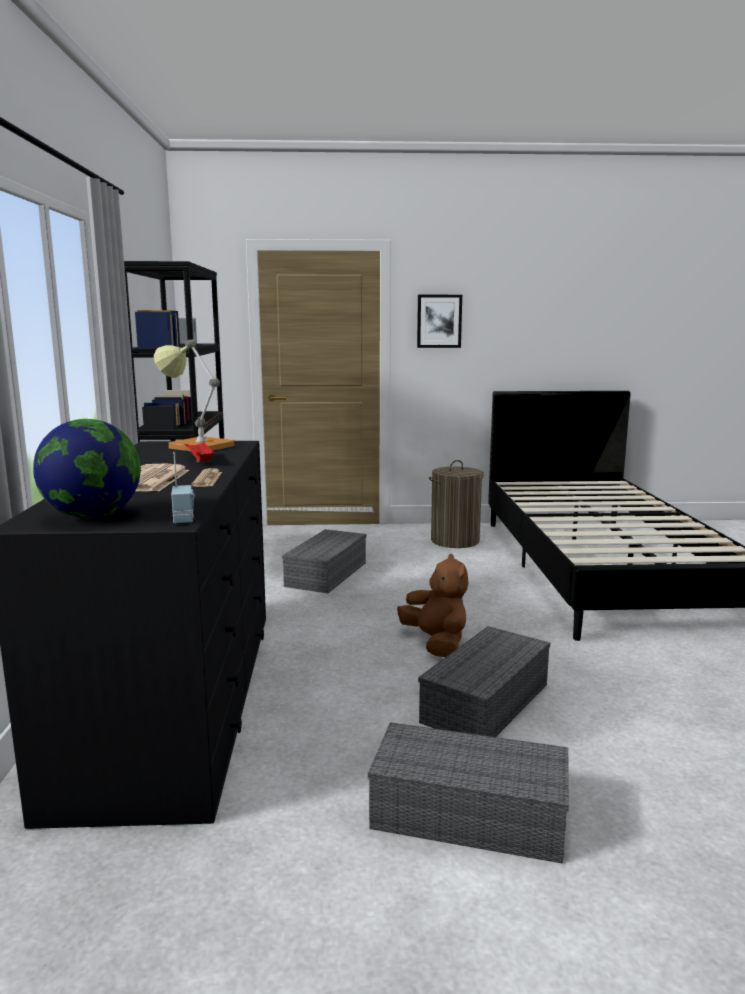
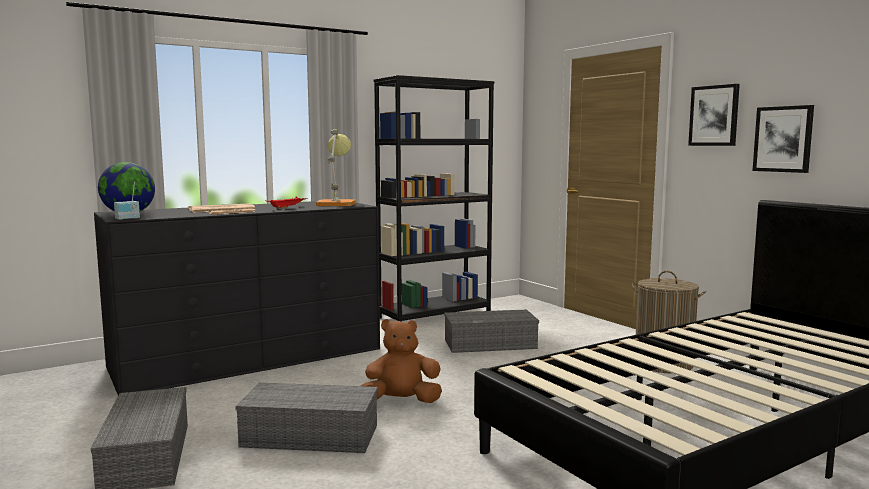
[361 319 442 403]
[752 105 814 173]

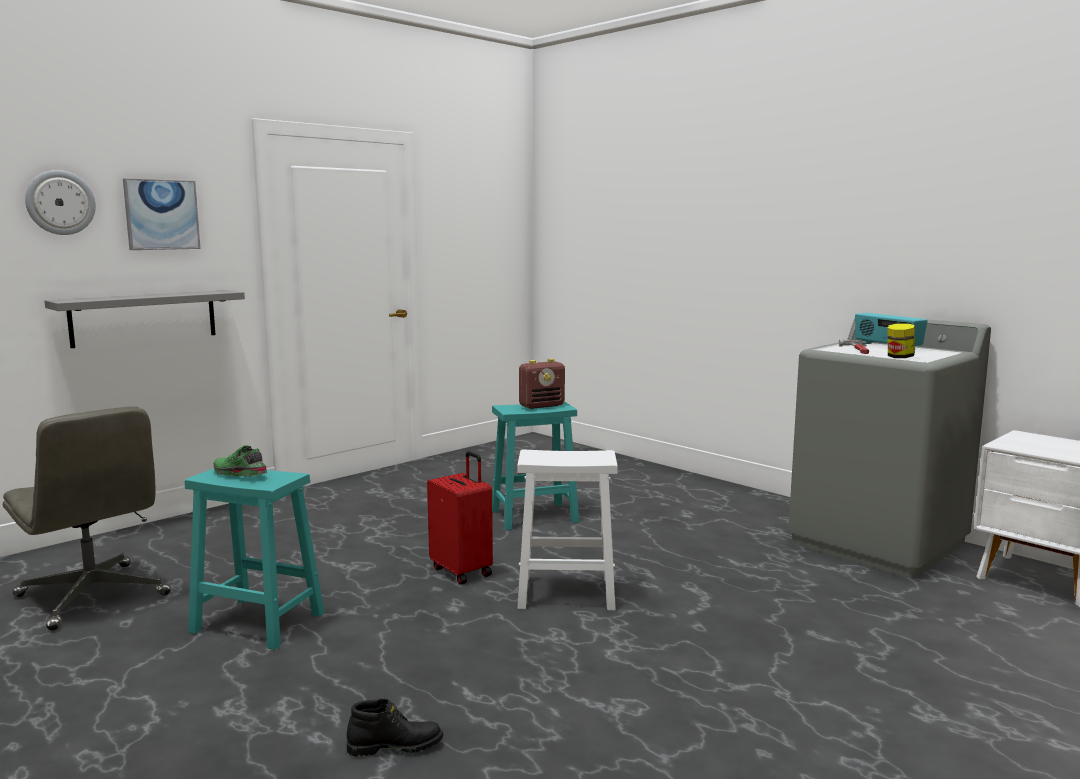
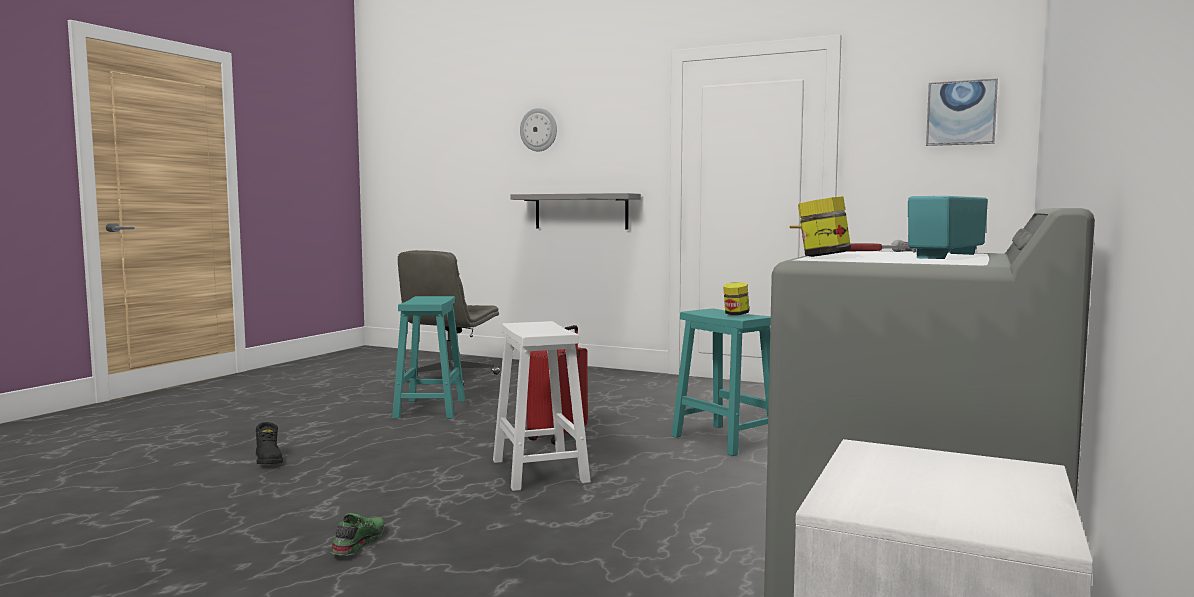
[926 78 998 146]
[723 282 749 315]
[330 513 384 556]

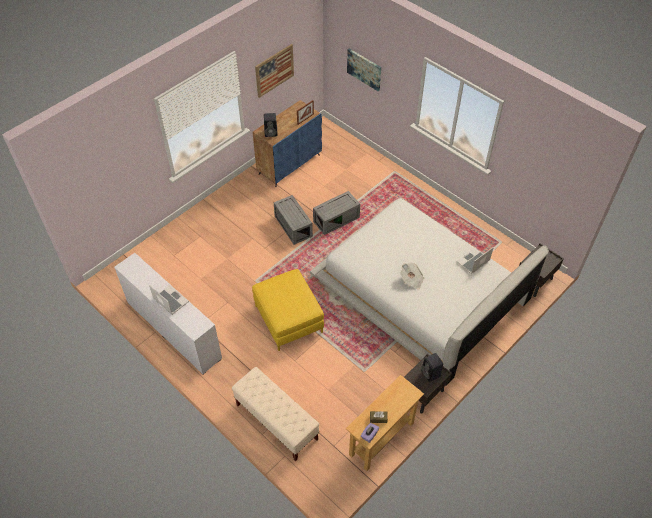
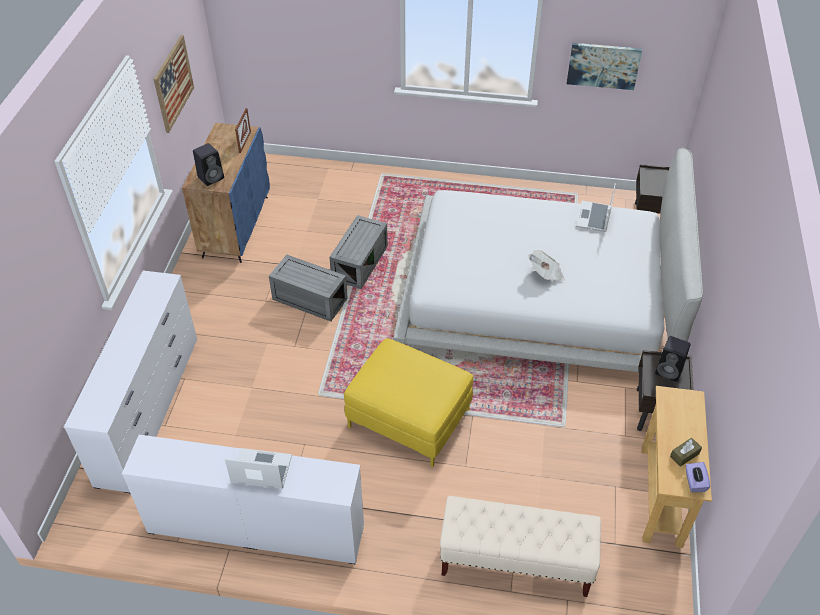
[567 43 642 90]
[64 271 197 493]

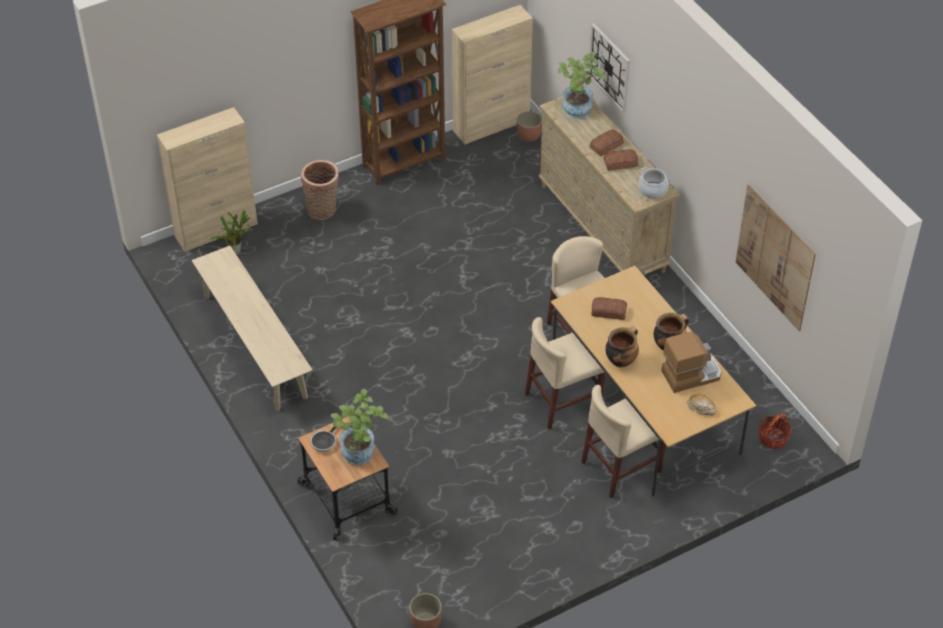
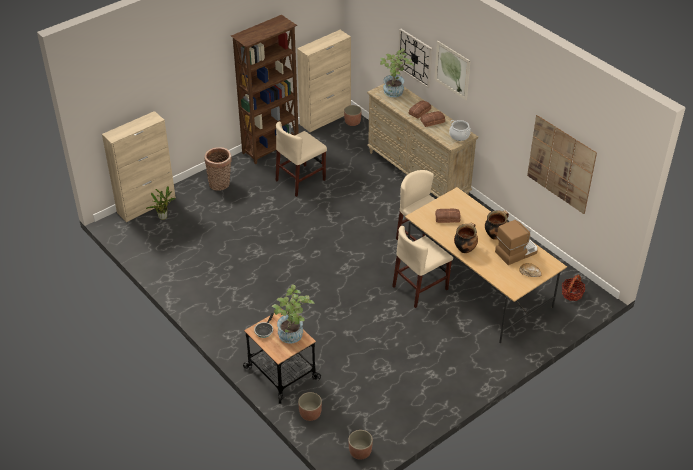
[192 246 313 411] (first image)
[276 121 327 197]
[434 41 470 101]
[298 392 322 421]

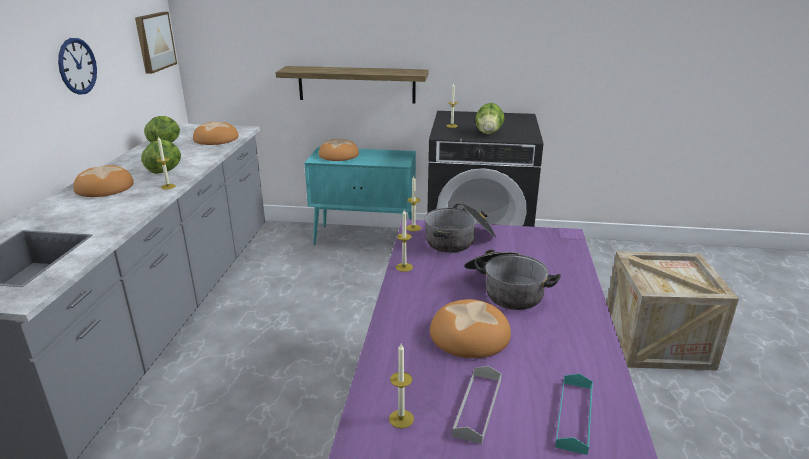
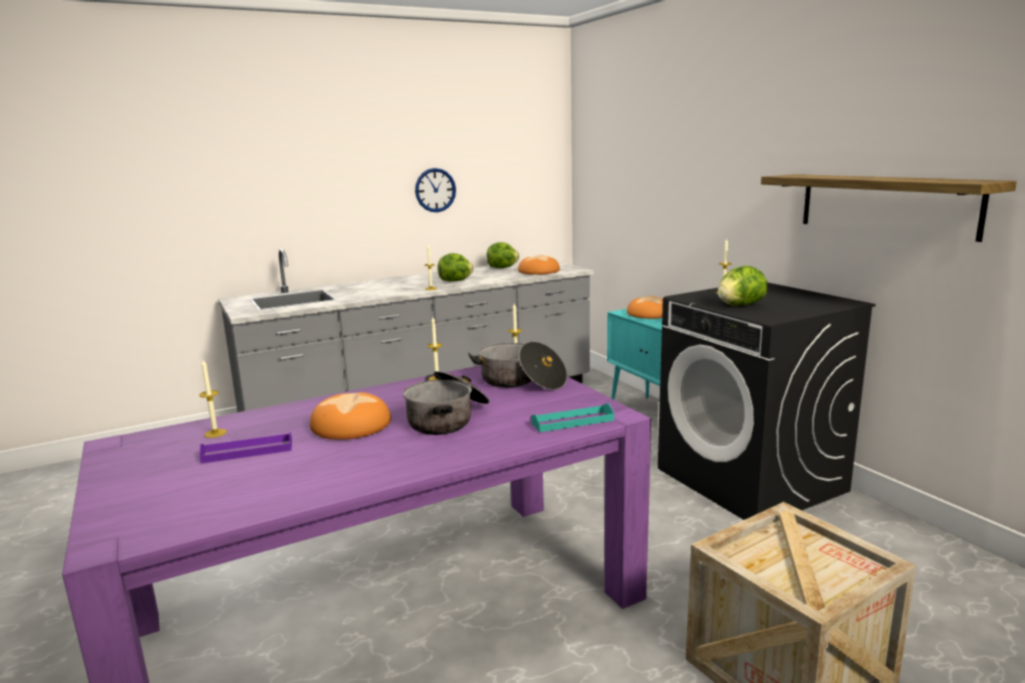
[135 12 177 74] (first image)
[761 174 1017 242]
[73 165 134 197] (first image)
[199 432 292 463]
[531 403 614 432]

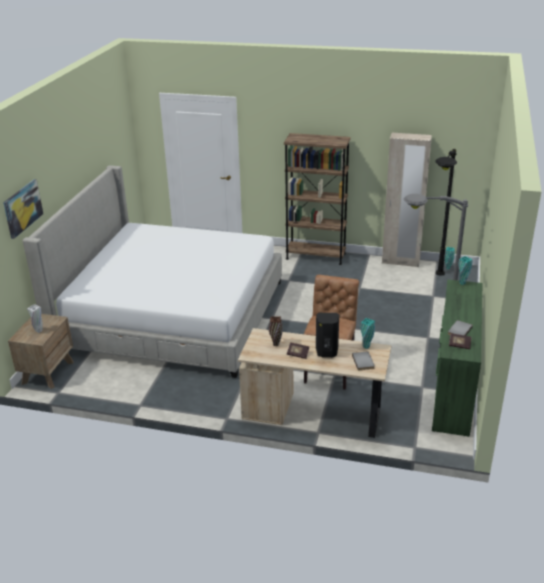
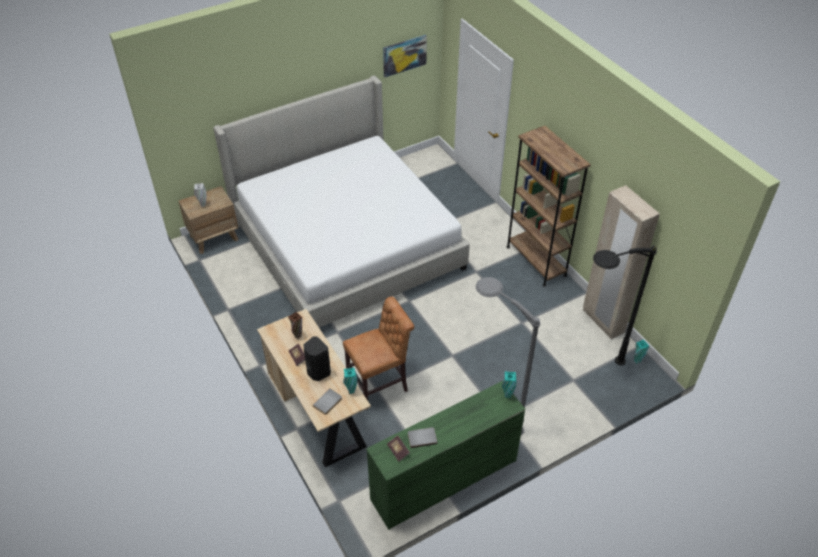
[383 35 427 77]

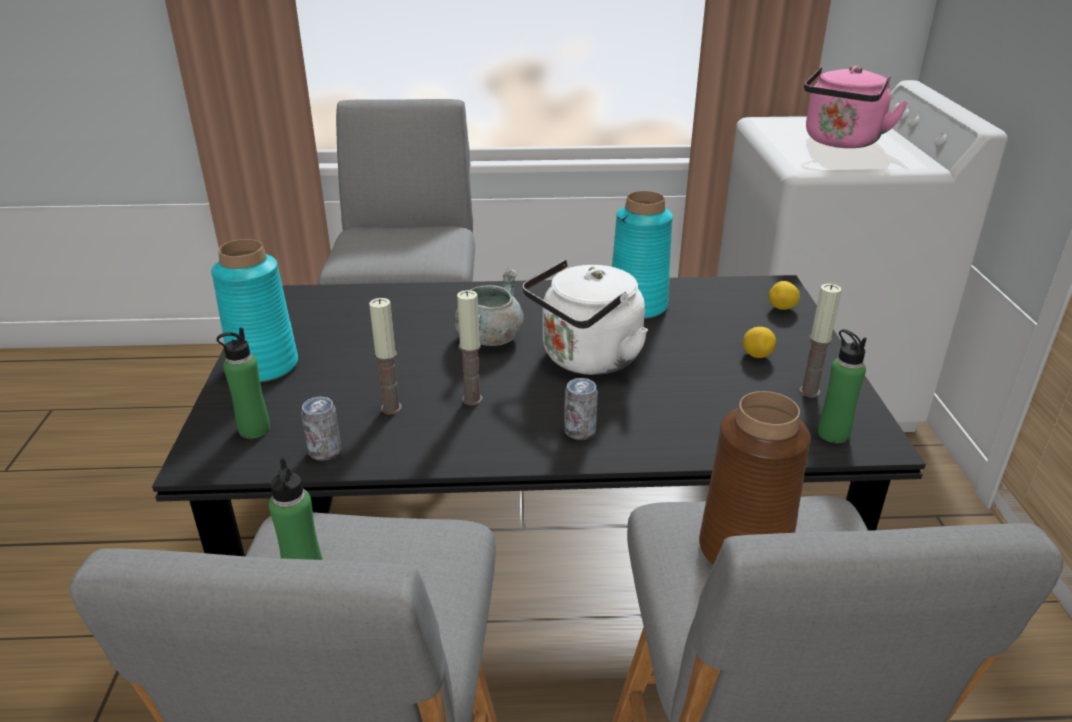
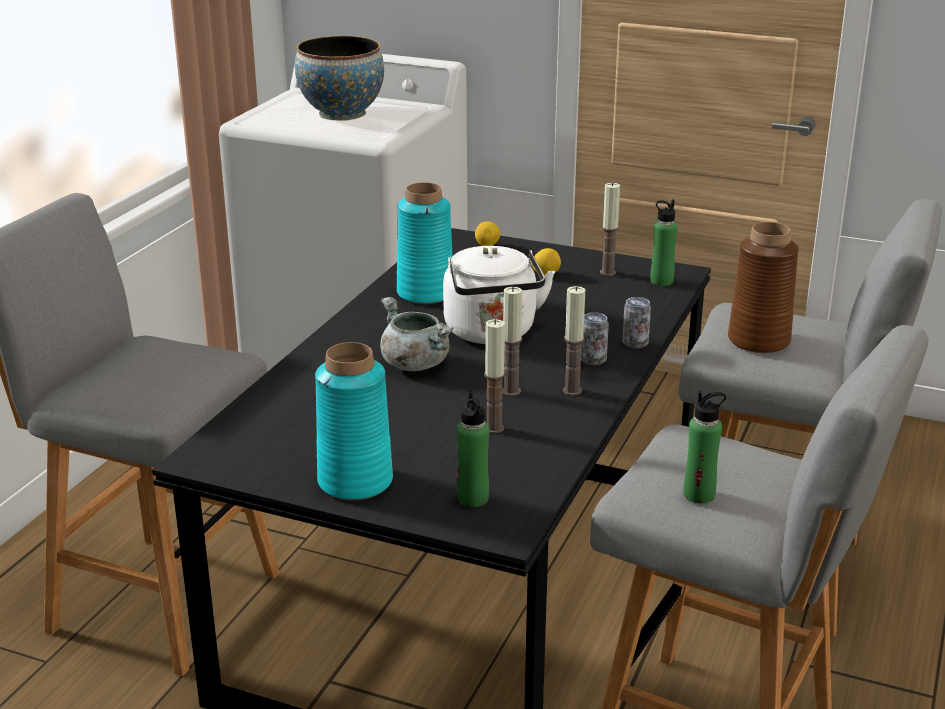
[295 36 384 120]
[622 297 651 348]
[563 286 585 396]

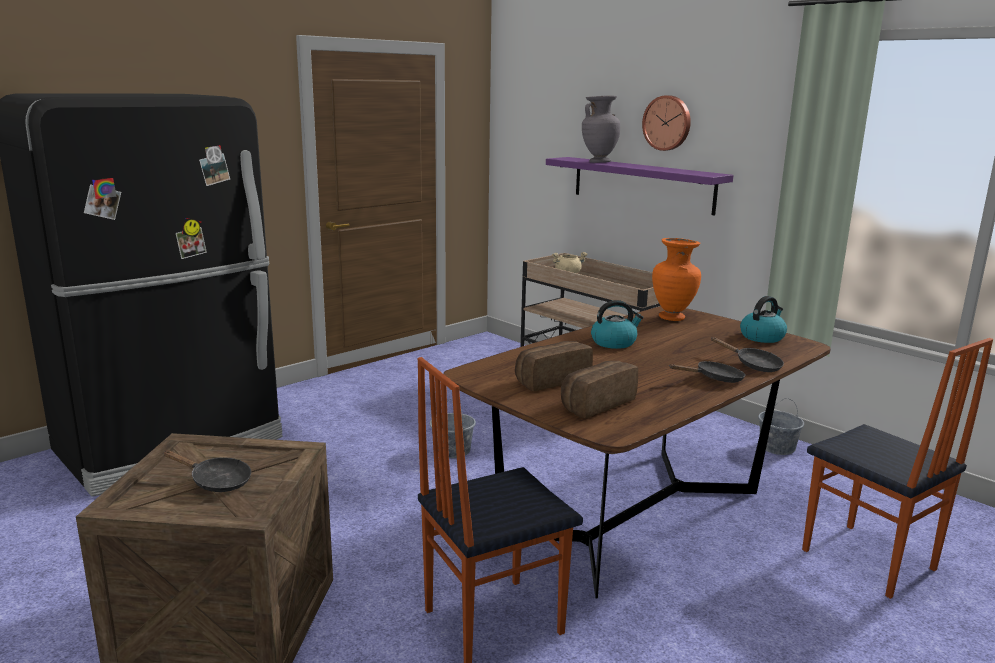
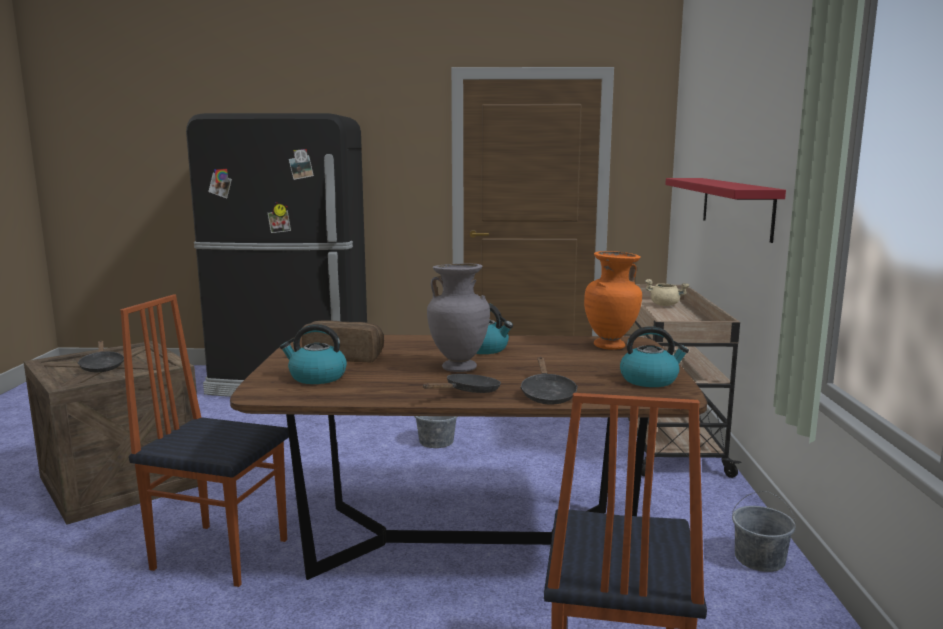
[642 95 691 151] (first image)
[427 263 490 372]
[665 178 786 243]
[280 324 347 384]
[422 374 501 393]

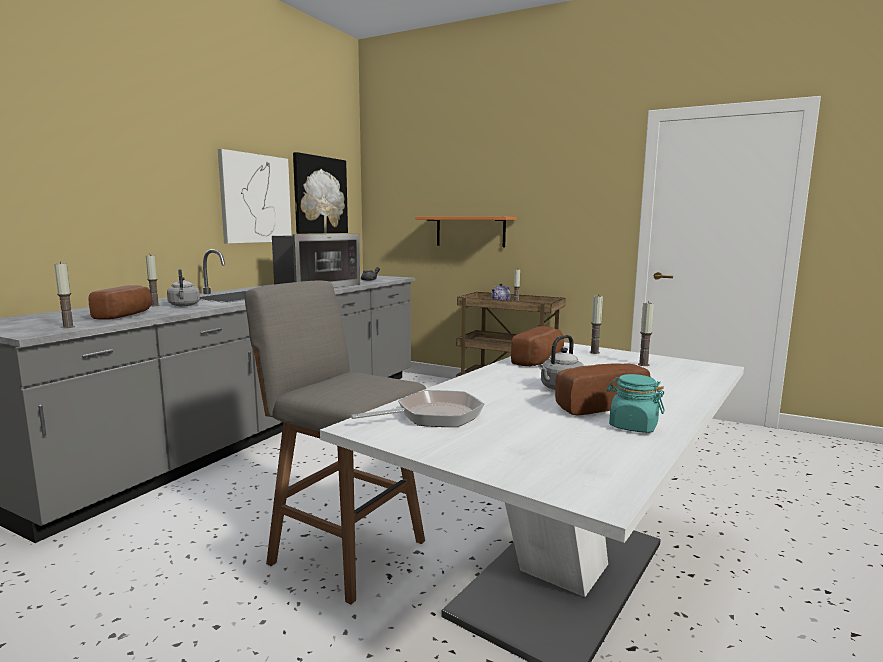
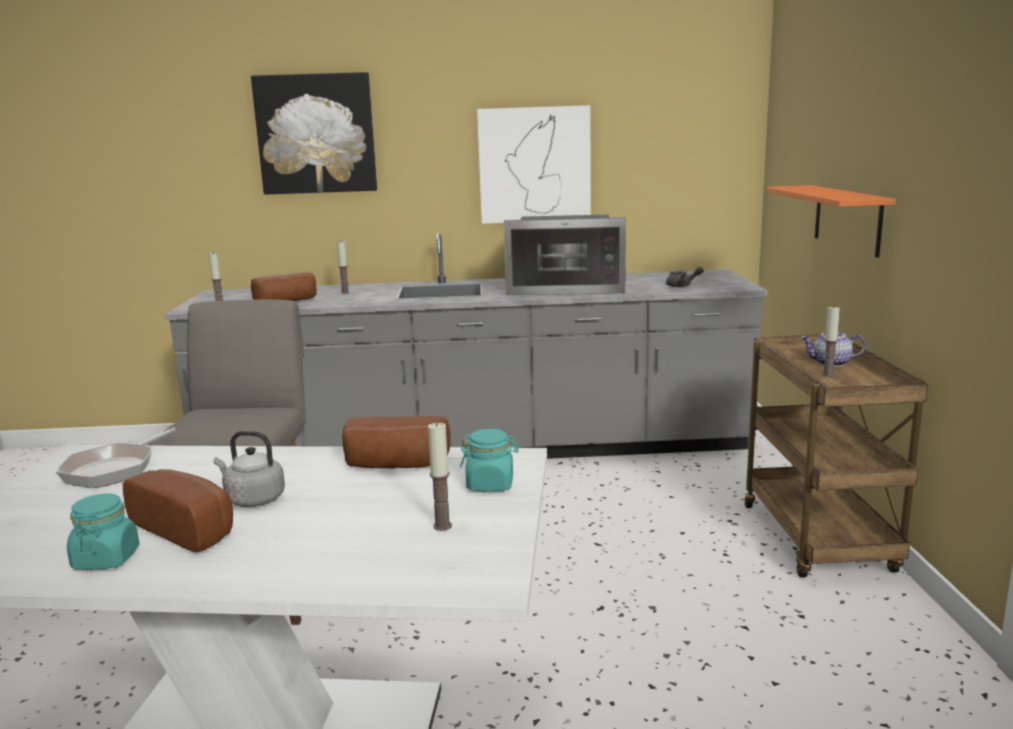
[251 72 377 194]
[167 269 200 306] (first image)
[460 429 519 492]
[56 428 176 488]

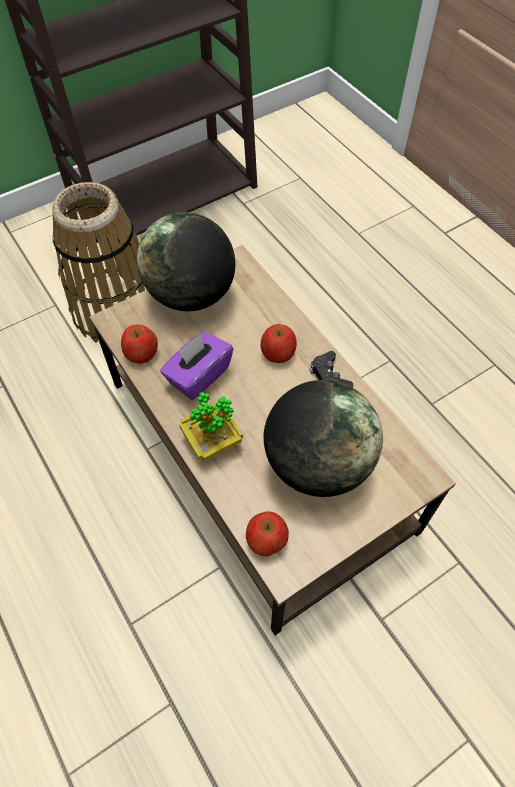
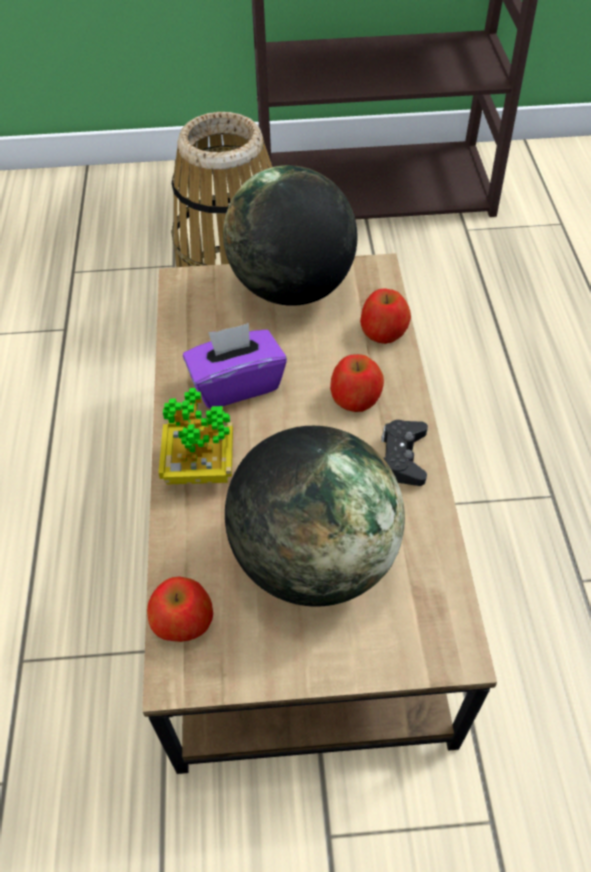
[360 288 411 344]

